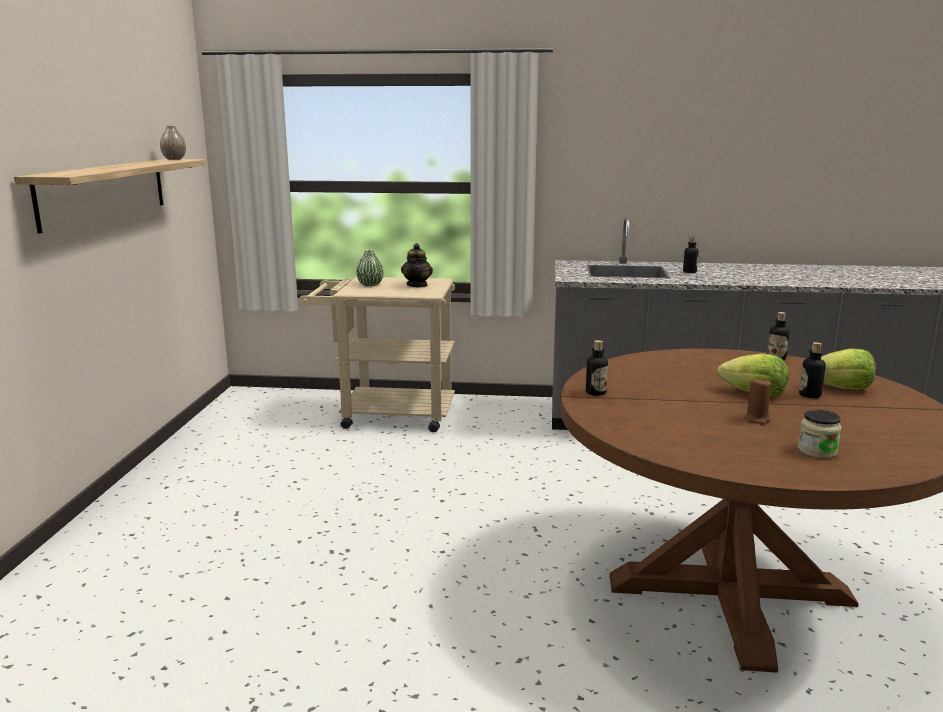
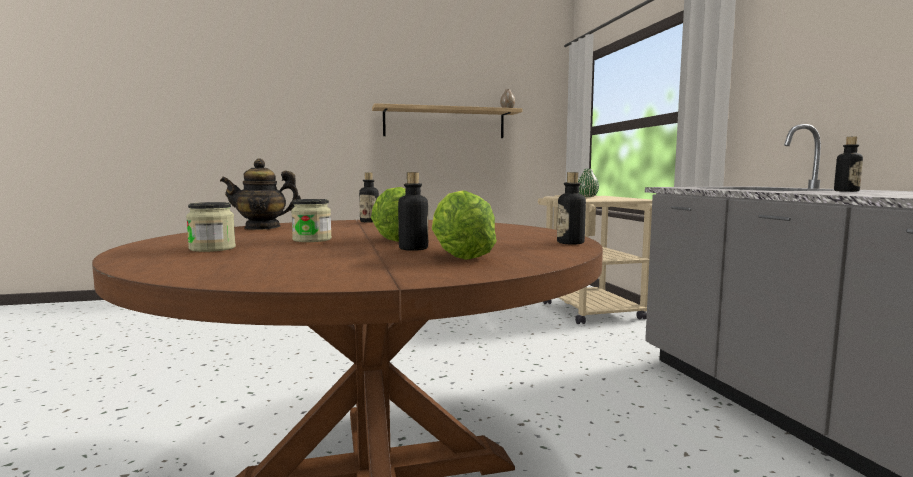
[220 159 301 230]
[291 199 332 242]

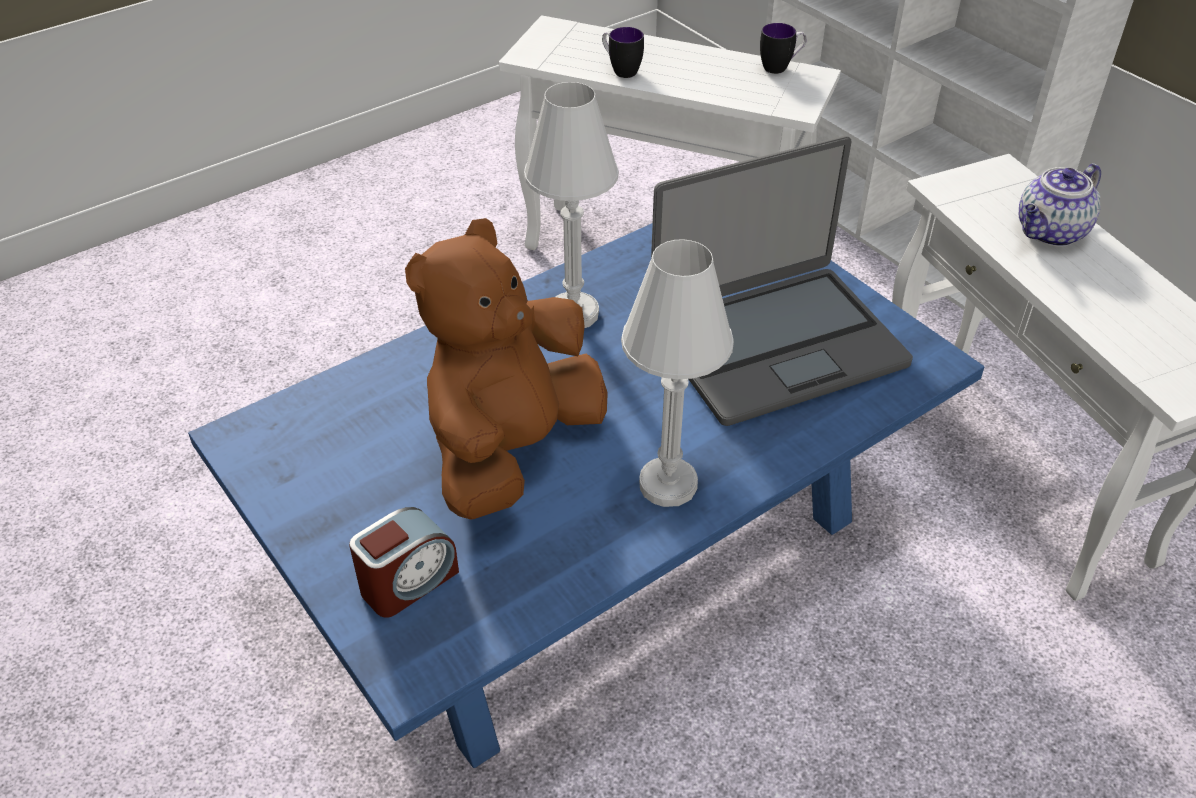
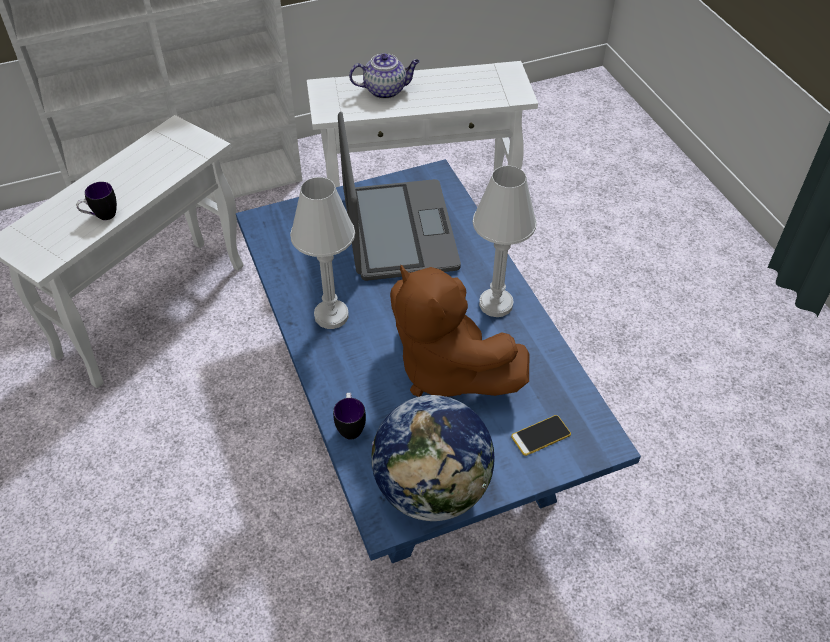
[333 393 366 440]
[349 53 420 99]
[511 415 571 456]
[372 395 494 521]

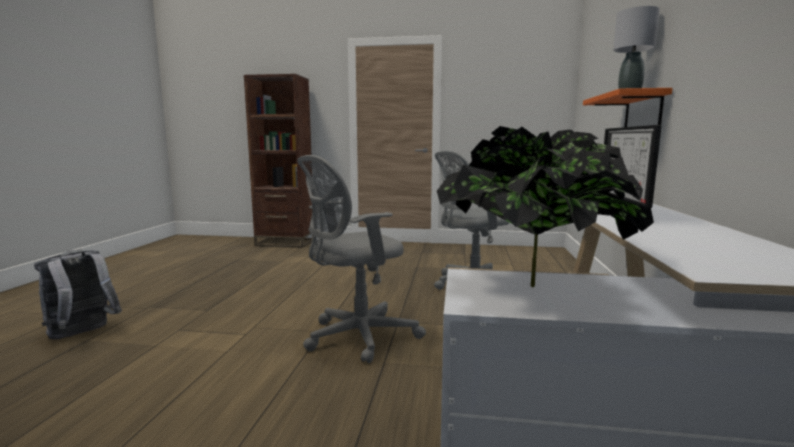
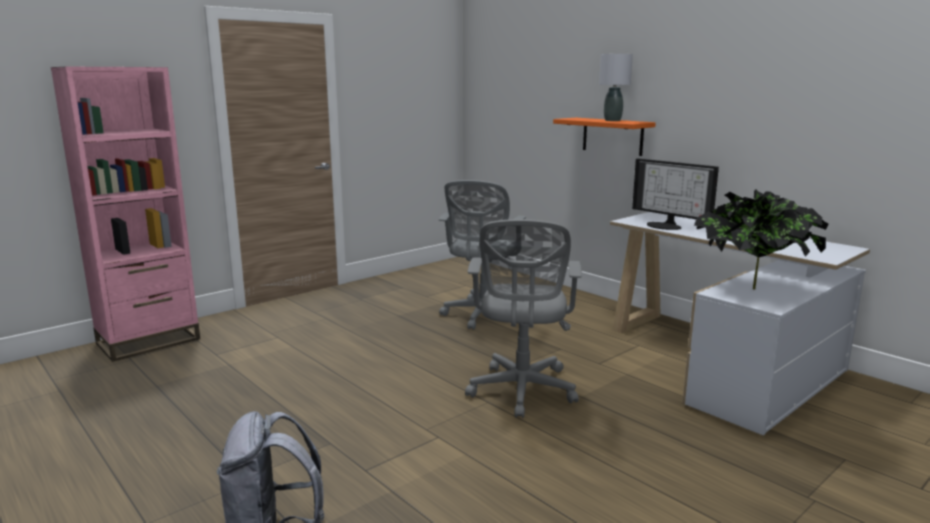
[51 67 200 362]

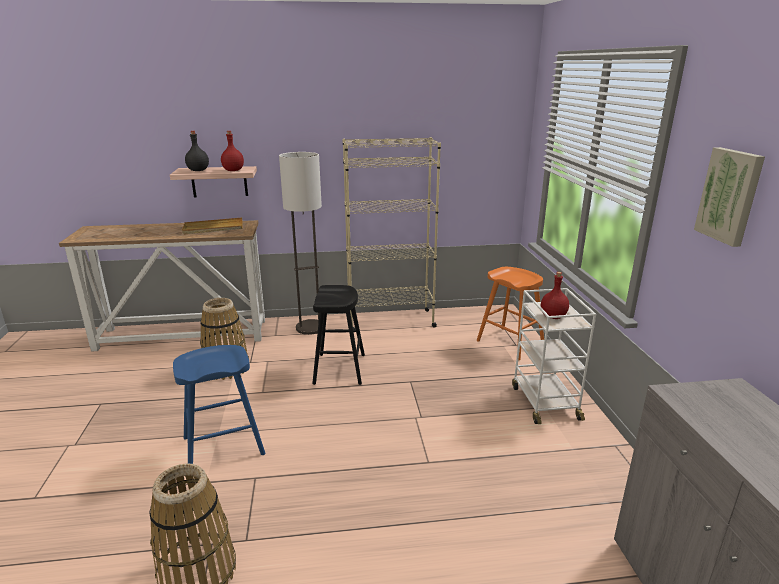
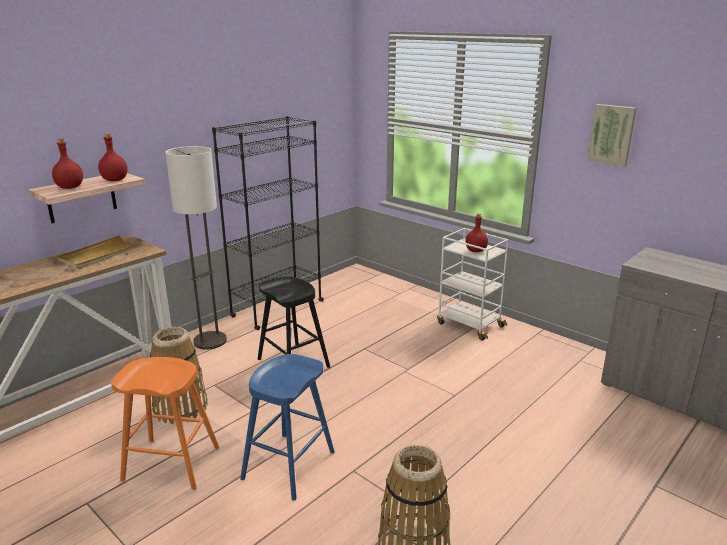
[52 138 83 189]
[212 116 324 330]
[111 357 219 490]

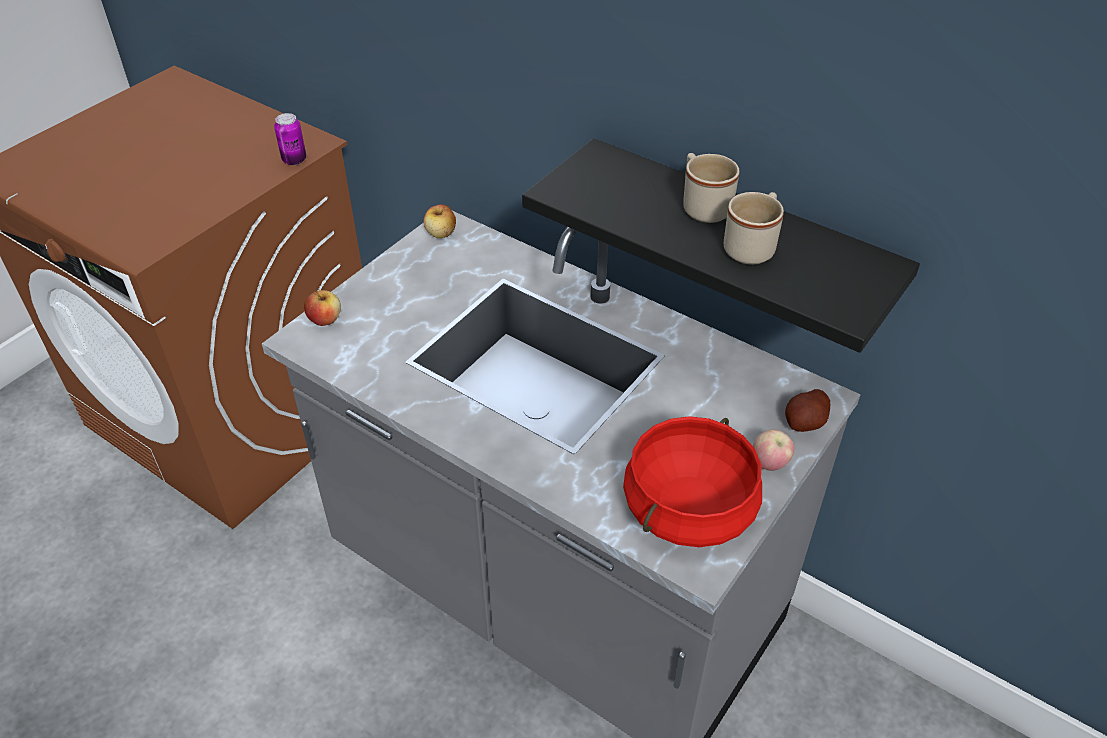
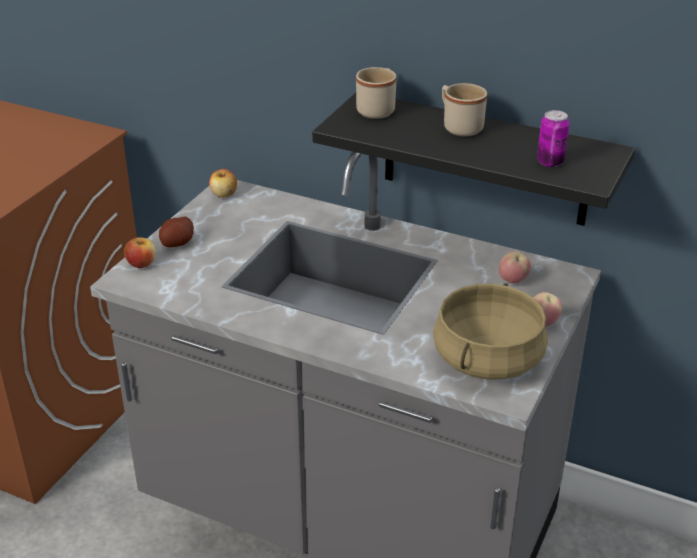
[537 110 570 167]
[356 67 396 119]
[159 216 194 247]
[433 283 548 380]
[499 252 531 283]

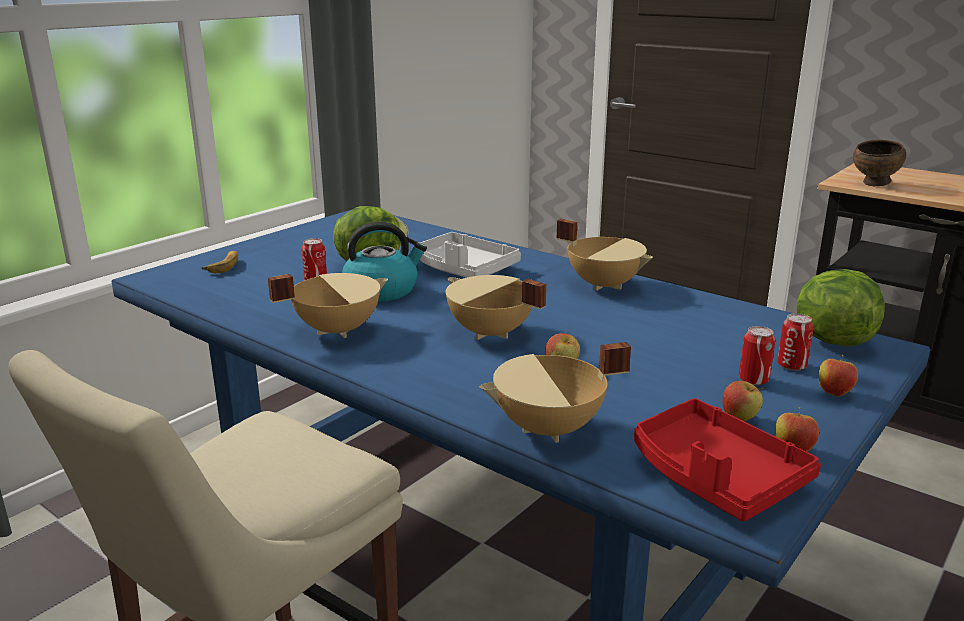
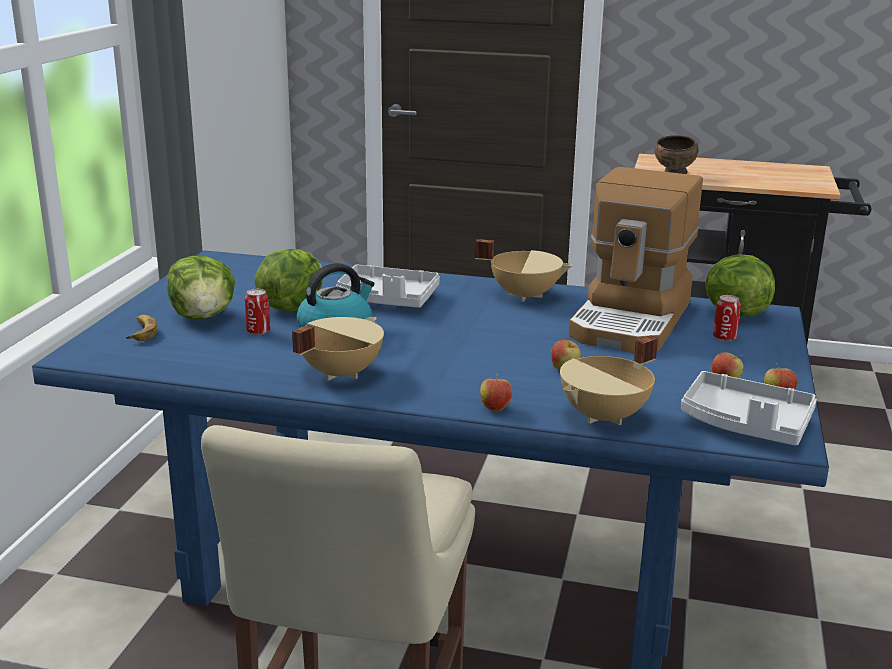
[446 275 547 340] (first image)
[739 326 775 385] (first image)
[480 374 512 412]
[681 371 817 446]
[569 167 703 353]
[167 256 235 319]

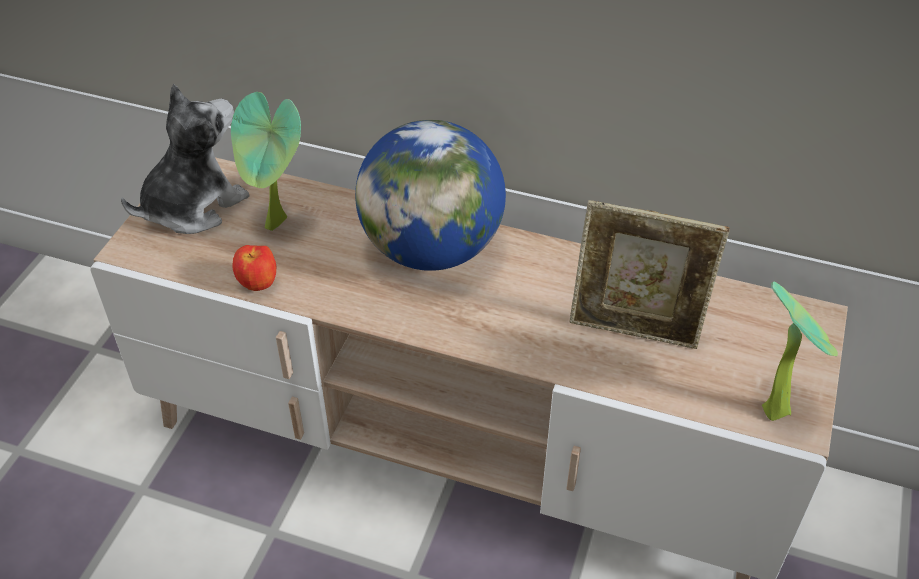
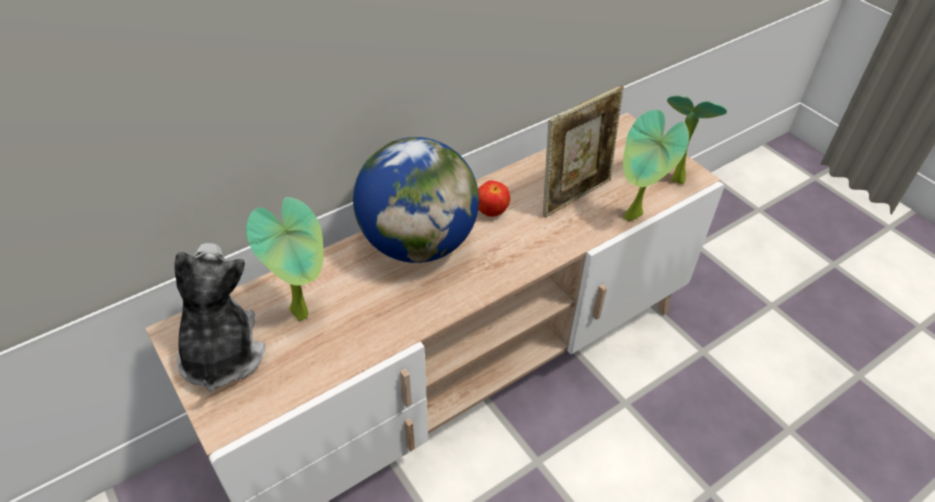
[478 180 510 217]
[623 110 689 221]

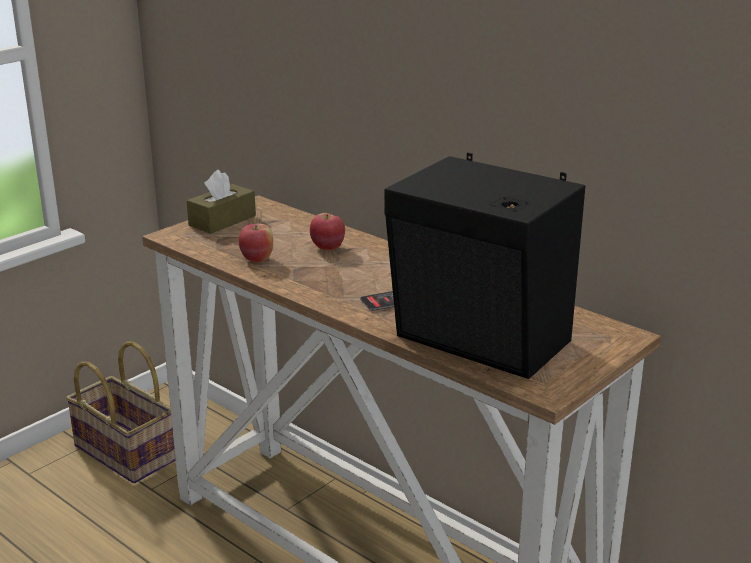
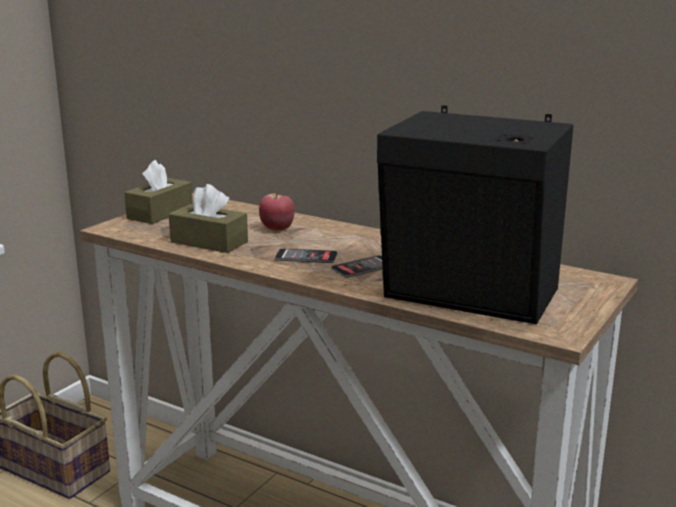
[169 184 248 253]
[275 248 338 263]

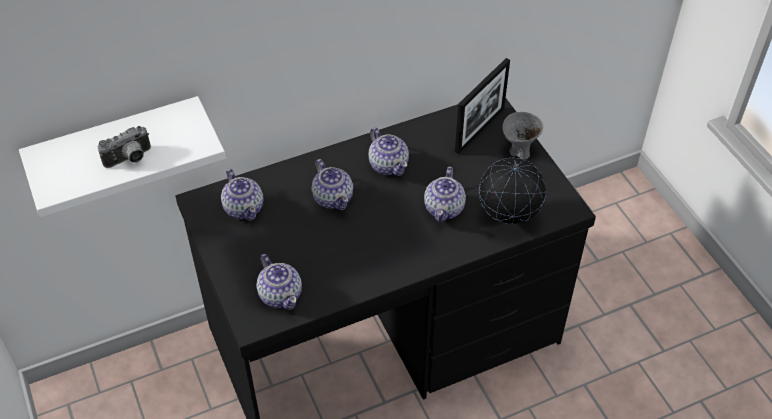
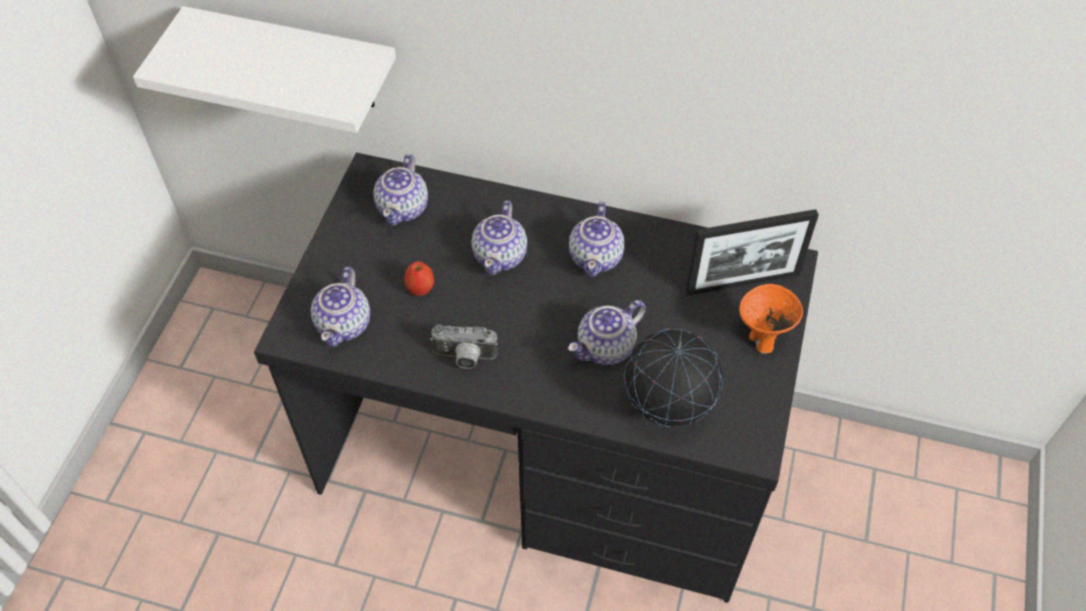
[739 284 803 354]
[430 324 498 369]
[404 261 434 296]

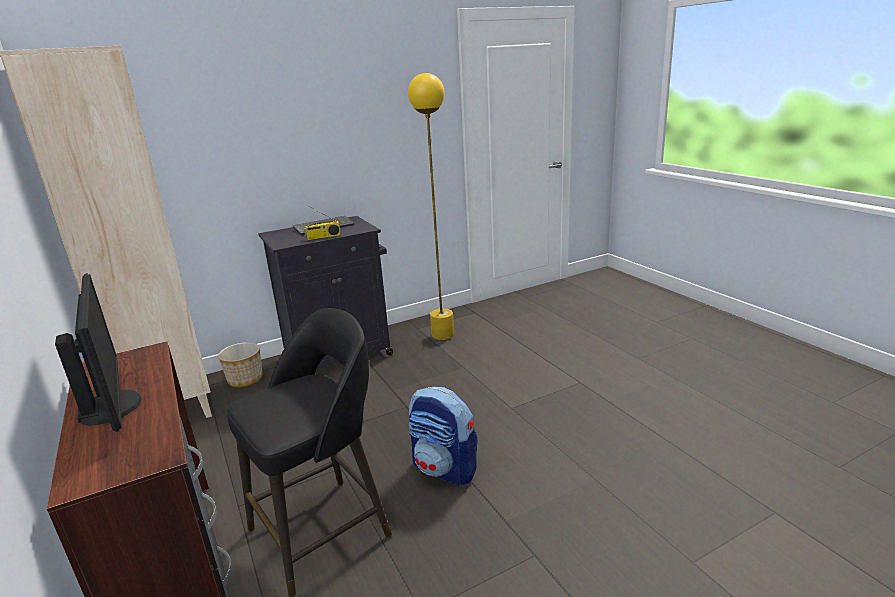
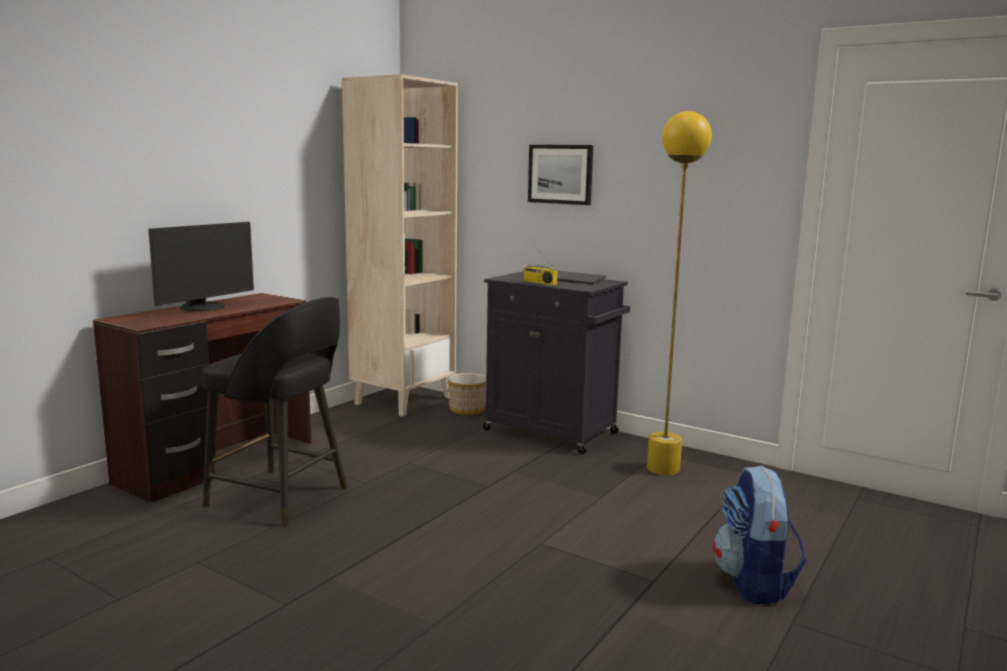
[713 466 806 604]
[528 145 593 205]

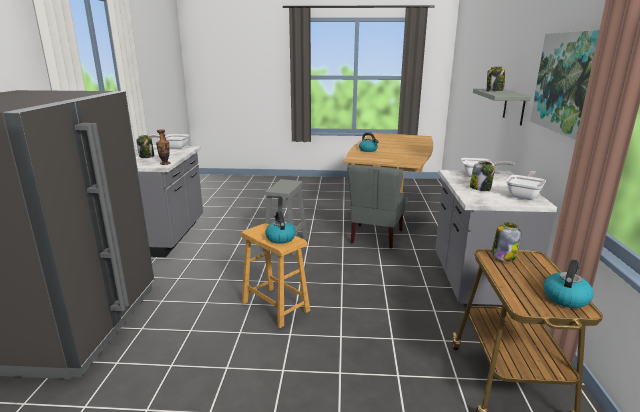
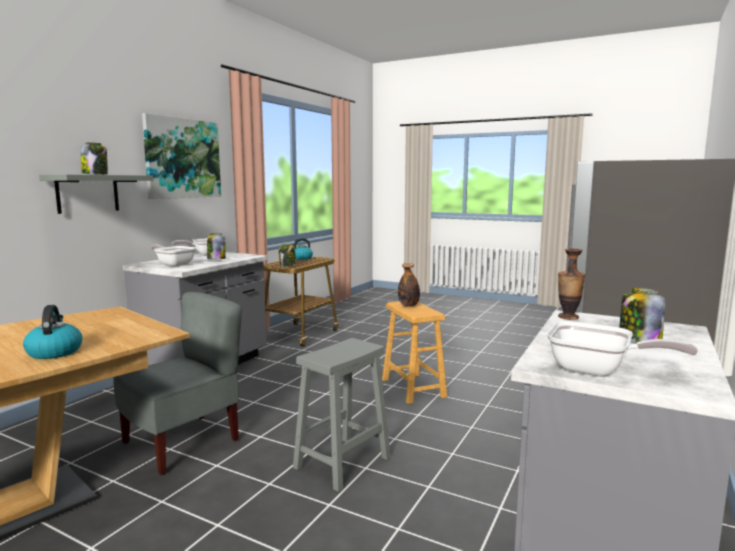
[398 263 420 307]

